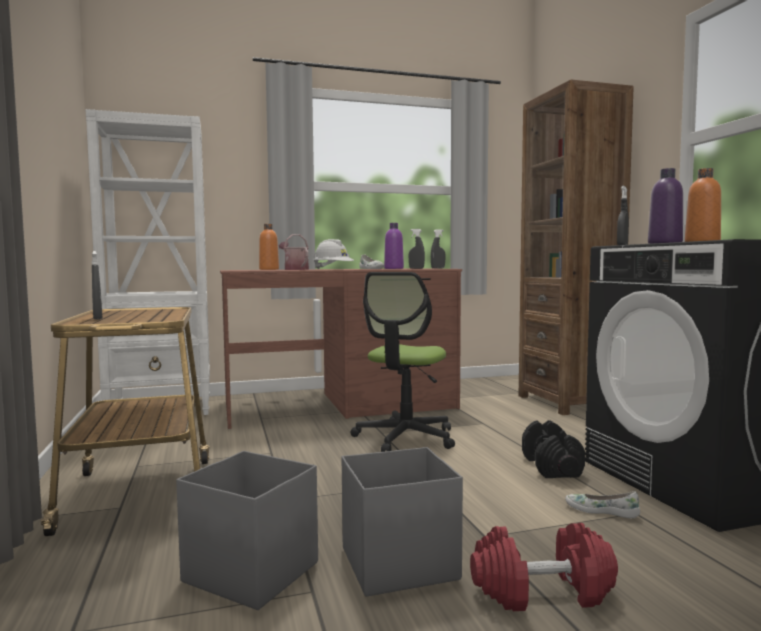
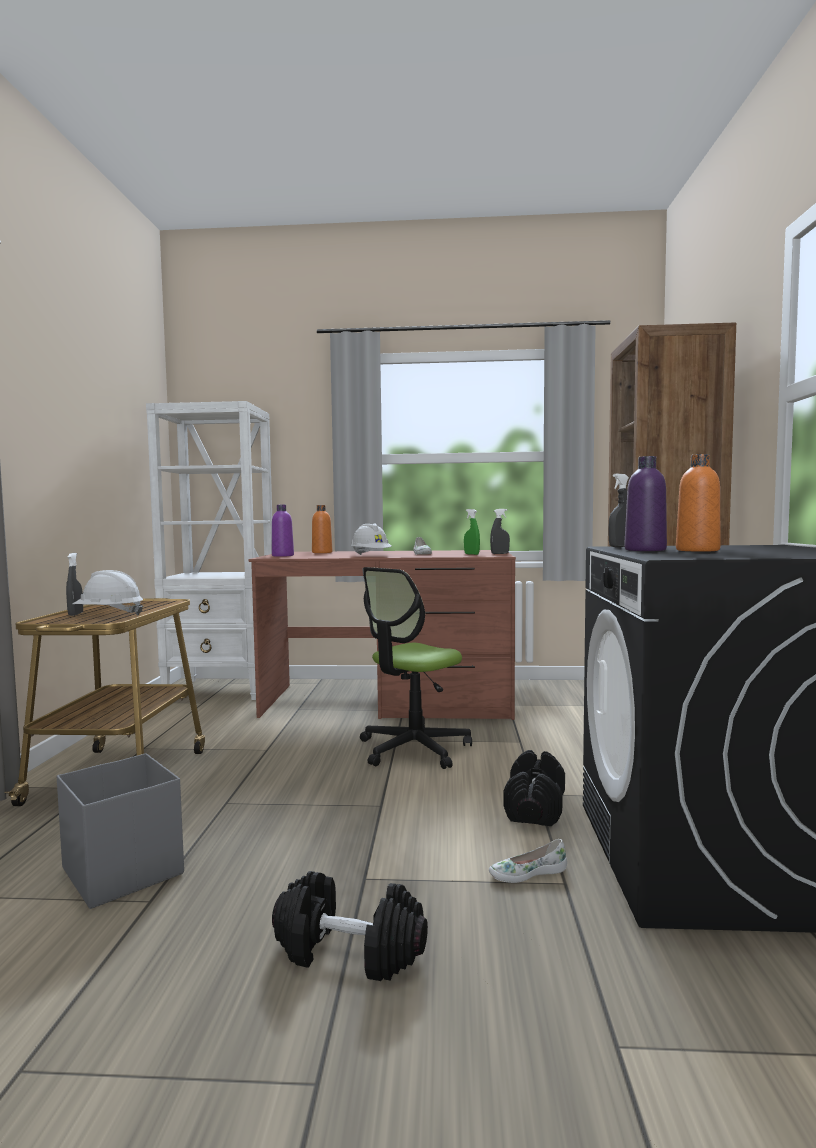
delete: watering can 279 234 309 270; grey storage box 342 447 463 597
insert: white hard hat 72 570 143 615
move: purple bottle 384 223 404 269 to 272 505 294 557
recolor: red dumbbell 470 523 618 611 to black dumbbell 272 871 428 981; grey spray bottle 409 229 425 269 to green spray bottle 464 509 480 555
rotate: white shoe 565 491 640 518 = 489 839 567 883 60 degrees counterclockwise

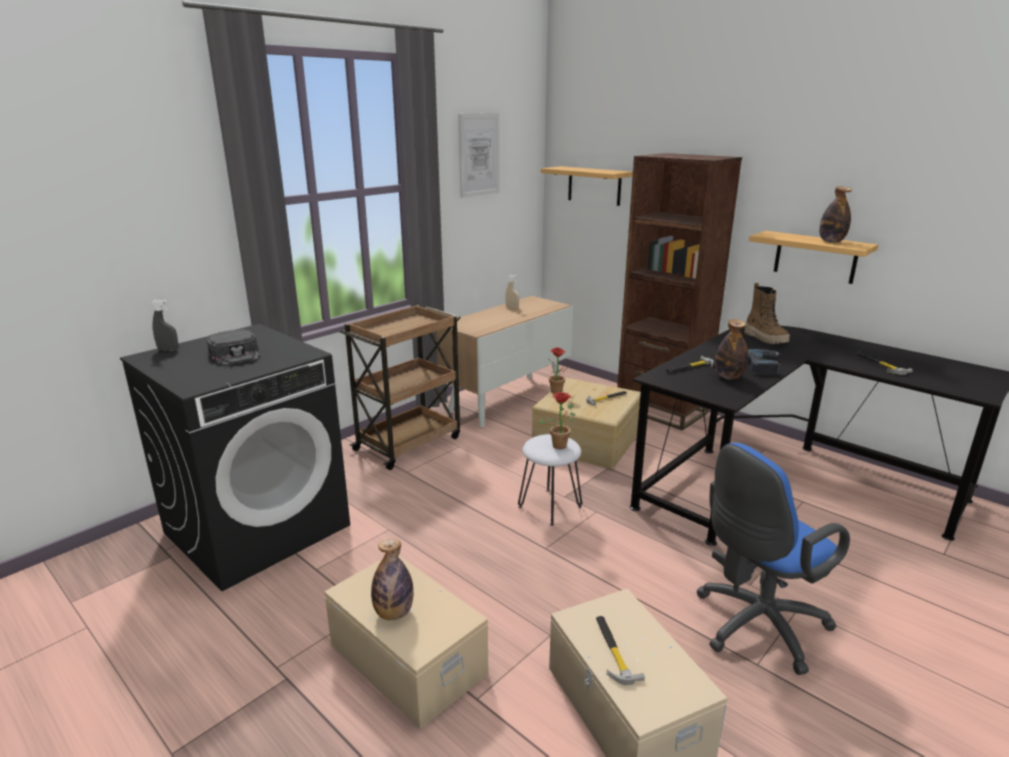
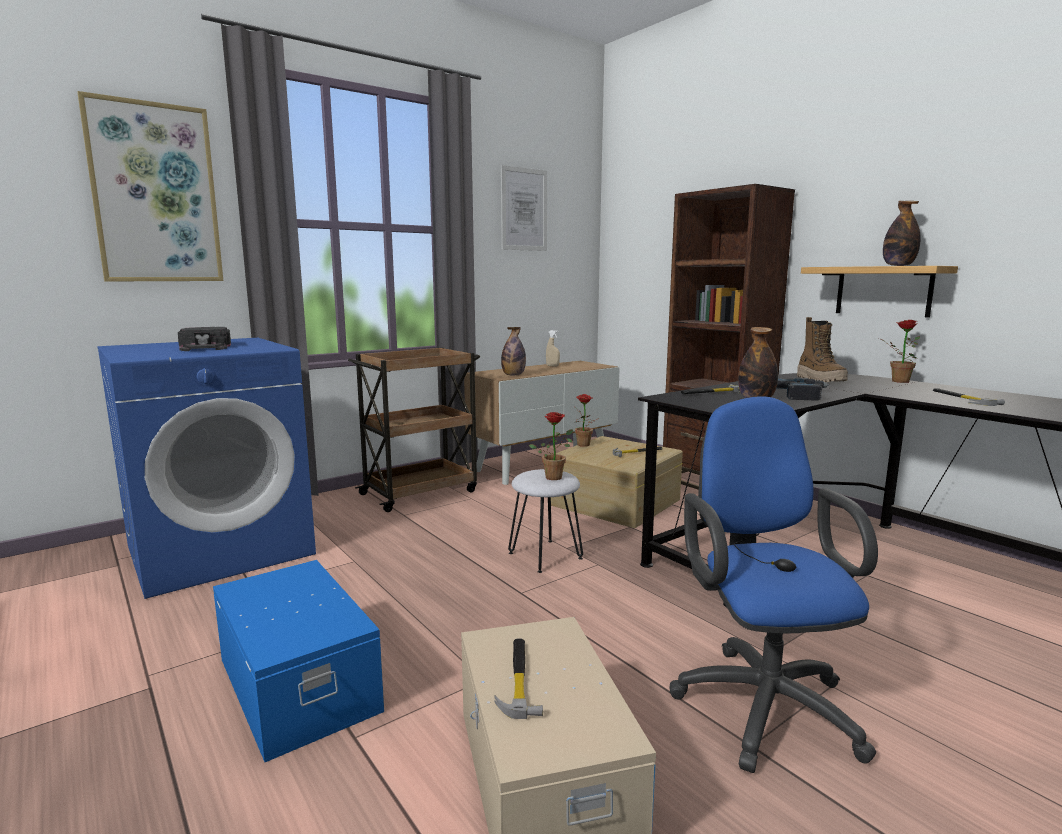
delete: grey spray bottle 151 300 178 351; shelf 541 166 633 206
insert: picture 78 91 223 282; potted plant 881 320 920 383
move: bottle 371 539 414 620 to 501 327 526 375
recolor: black washing machine 120 324 350 591 to blue washing machine 97 338 316 599; beige storage box 324 555 488 729 to blue storage box 213 560 384 762
rotate: blue office chair 696 443 850 675 = 670 396 878 773 105 degrees clockwise

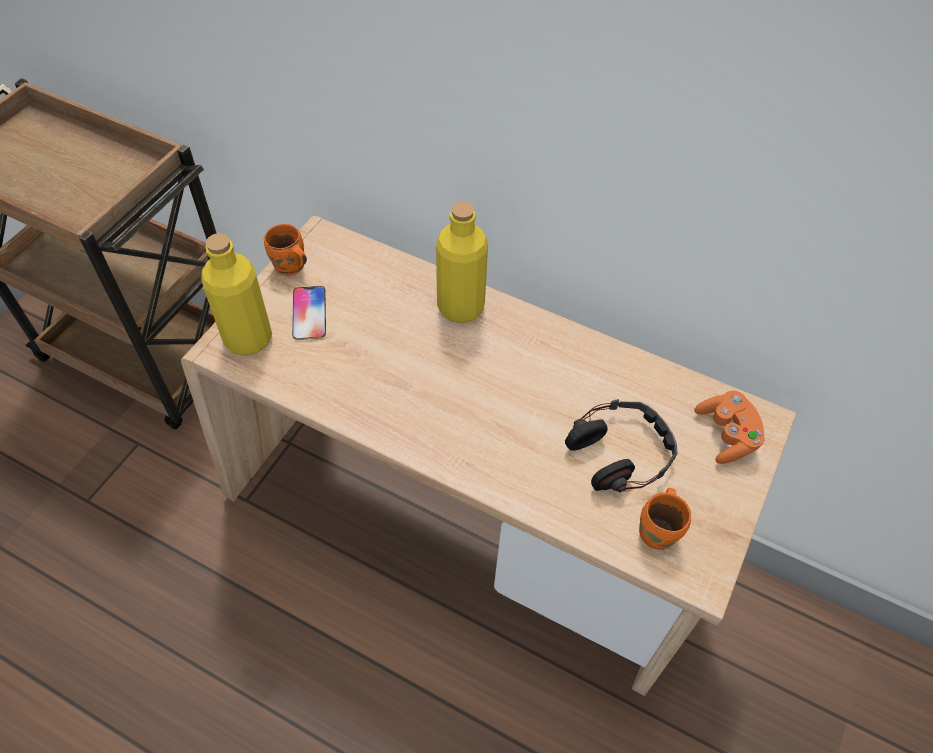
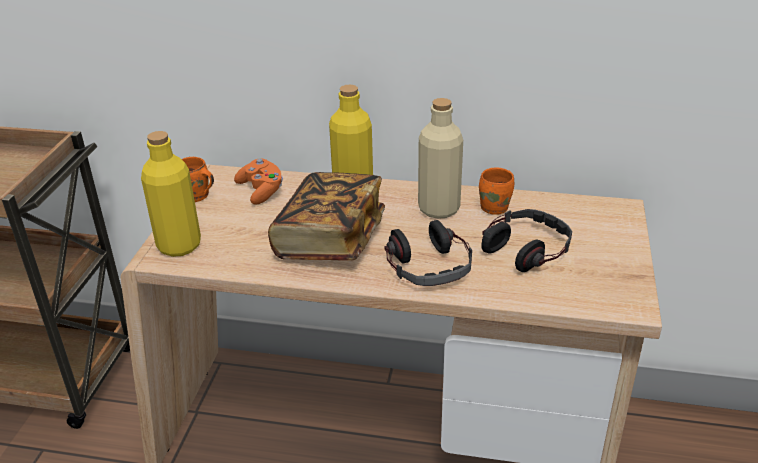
delete: phone 292 286 326 340
insert: book 268 172 385 261; headphones 385 220 472 286; beige bottle 418 98 463 219
move: orange game controller 695 390 765 464 to 234 159 283 204; orange mug 639 488 691 550 to 479 167 514 215

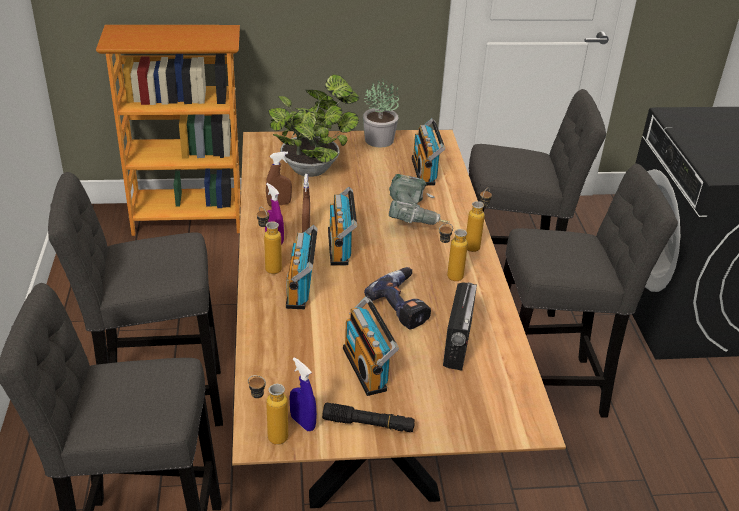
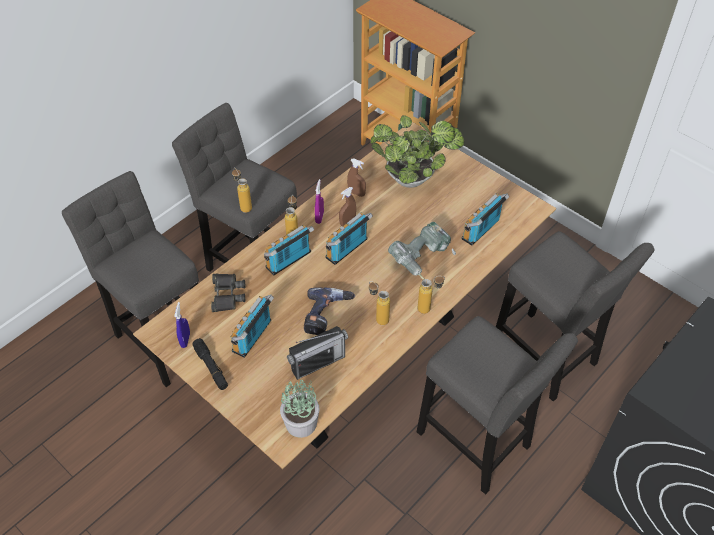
insert: black binoculars 211 273 245 312
move: bottle 248 375 288 445 to 232 168 252 213; potted plant 363 79 399 147 to 280 378 319 438

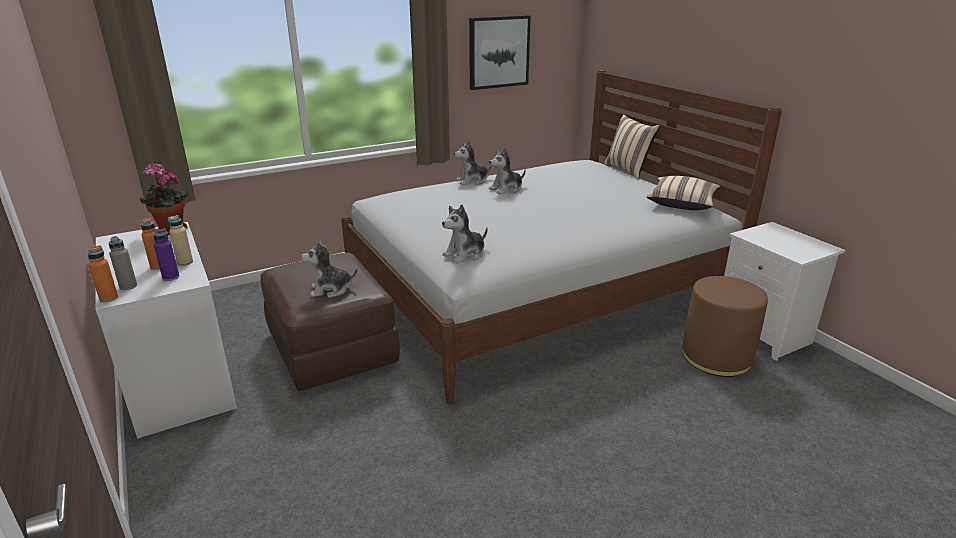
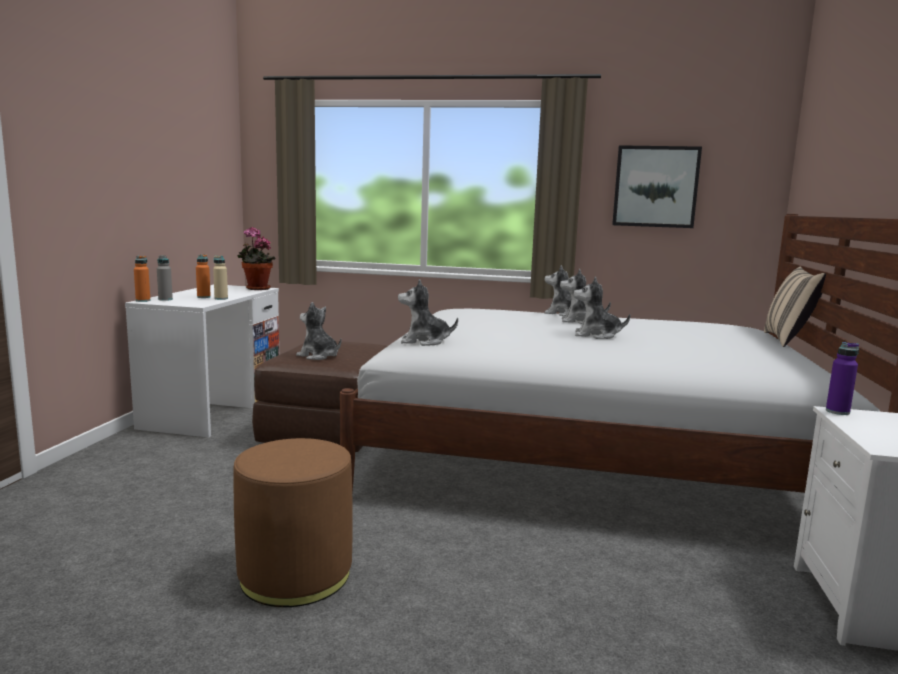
delete: beige pillow 647 176 720 210
insert: plush toy 573 277 630 339
move: brown ottoman 683 276 768 377 to 234 438 353 607; purple bottle 154 228 179 281 to 826 342 859 415

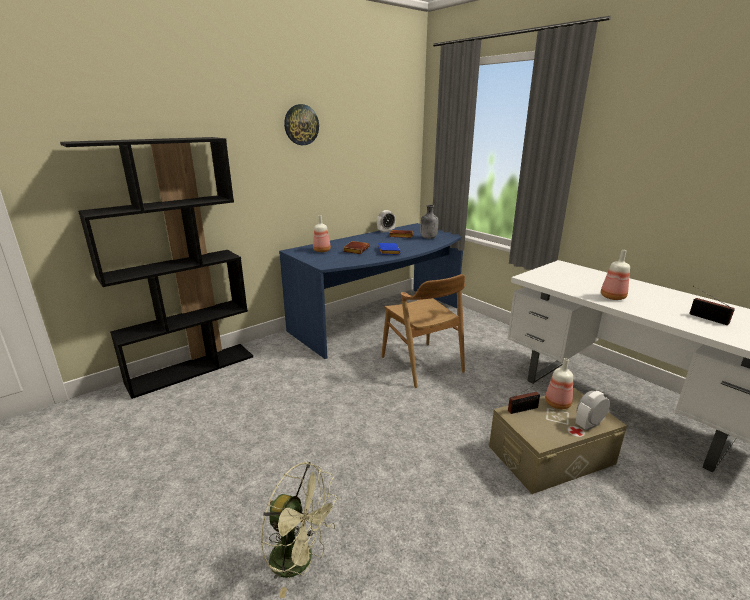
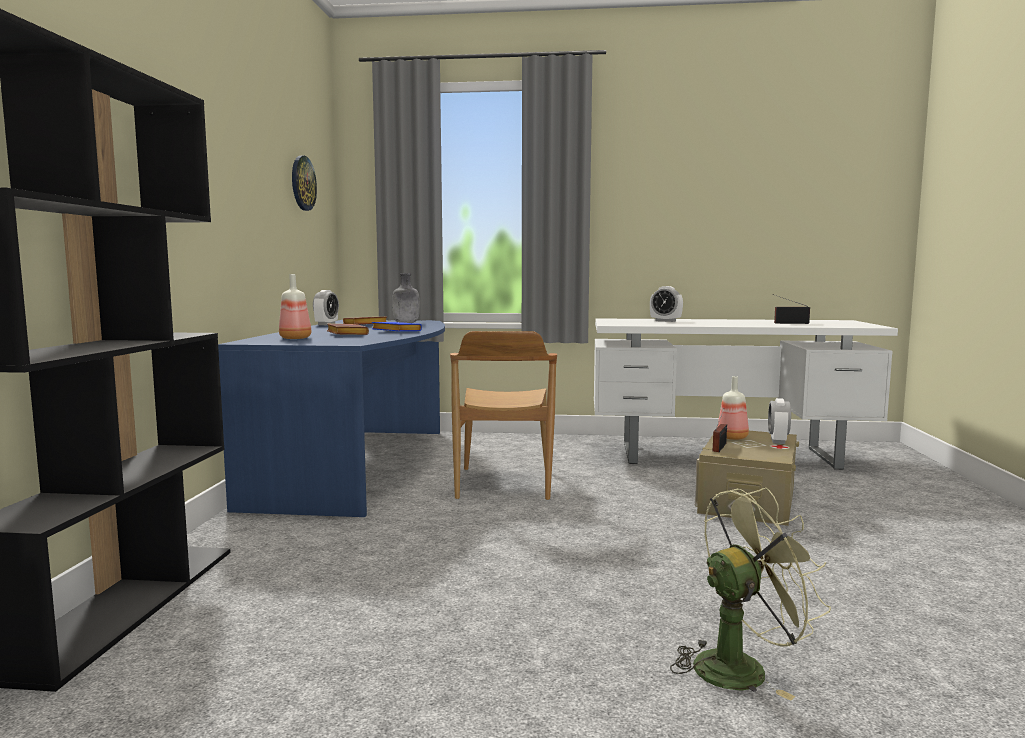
delete: bottle 601 250 630 300
insert: alarm clock 650 286 683 322
move: wall clock 284 104 319 145 to 292 156 317 211
rotate: brown chair 381 274 465 388 = 450 331 557 500 75 degrees clockwise

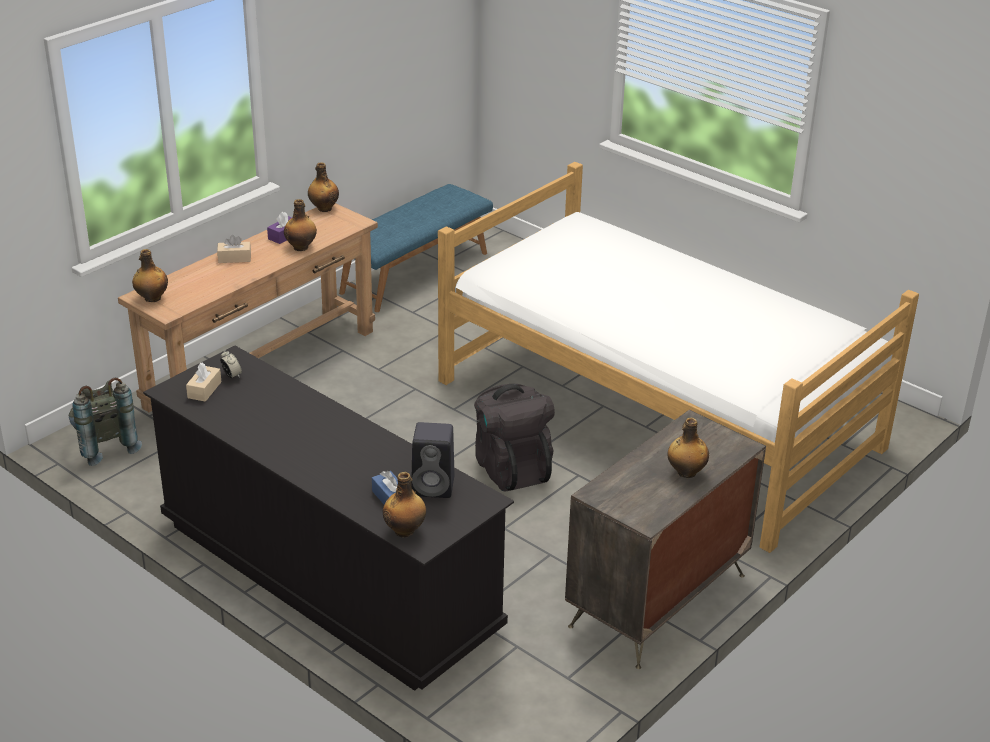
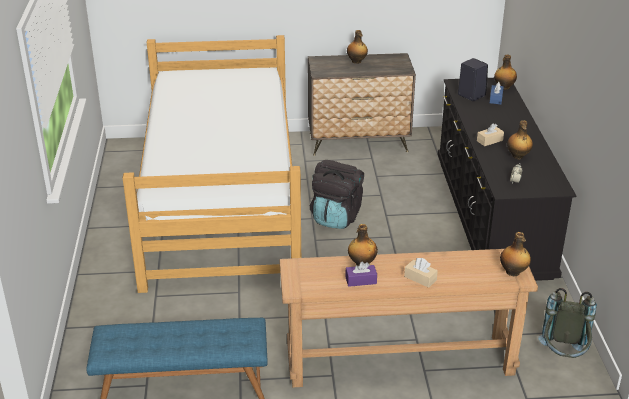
move: beige tissue box 186 362 221 402 to 477 123 504 146; bottle 308 162 339 212 to 507 120 533 159

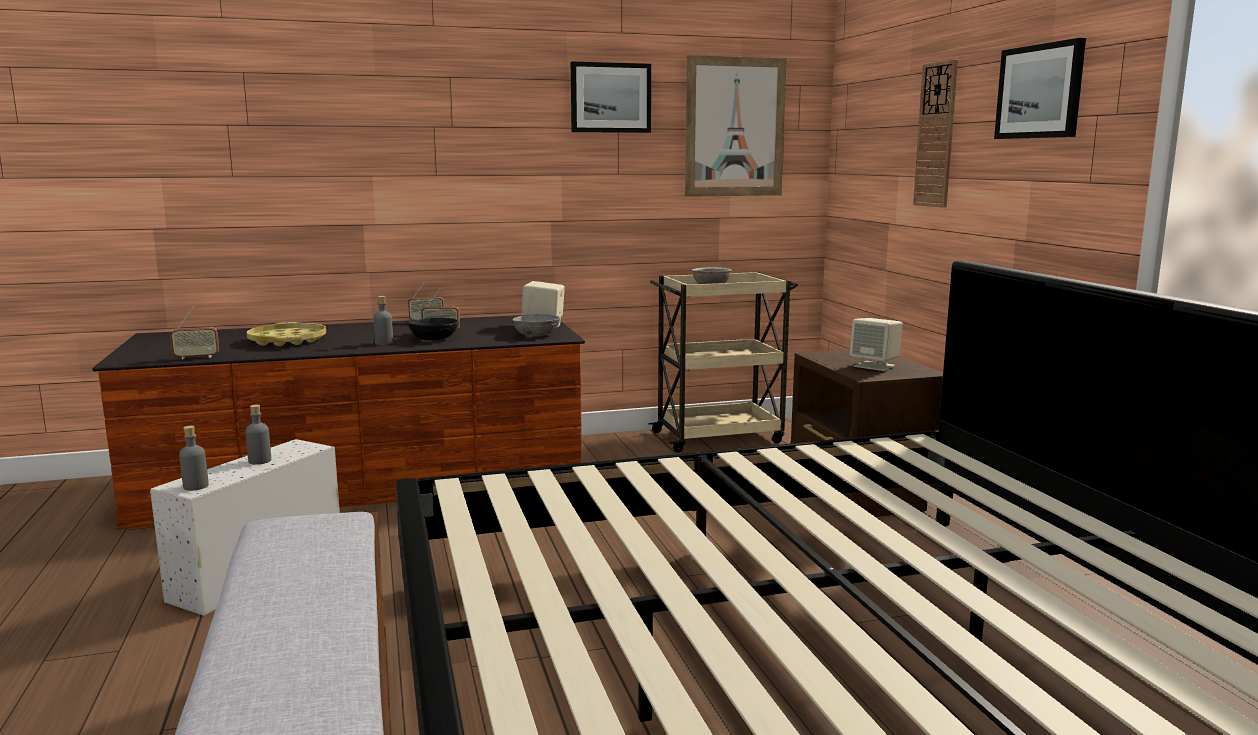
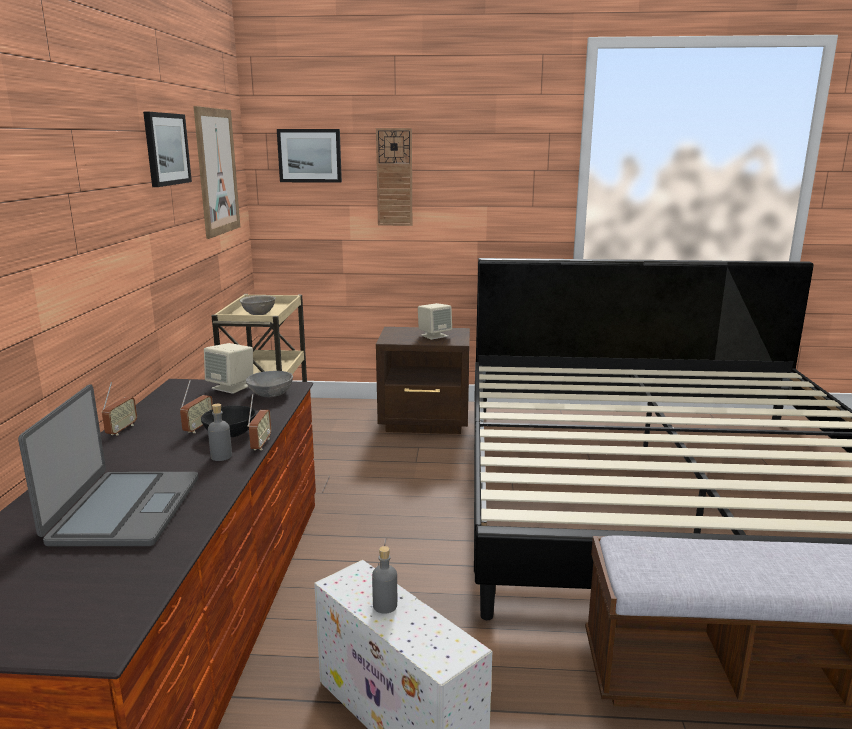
delete: grey bottle 179 426 209 491
move: radio 170 307 219 359 to 247 394 271 450; picture 994 38 1086 139 to 277 129 342 183
replace: yellow tray 247 322 326 346 to laptop 18 384 198 546

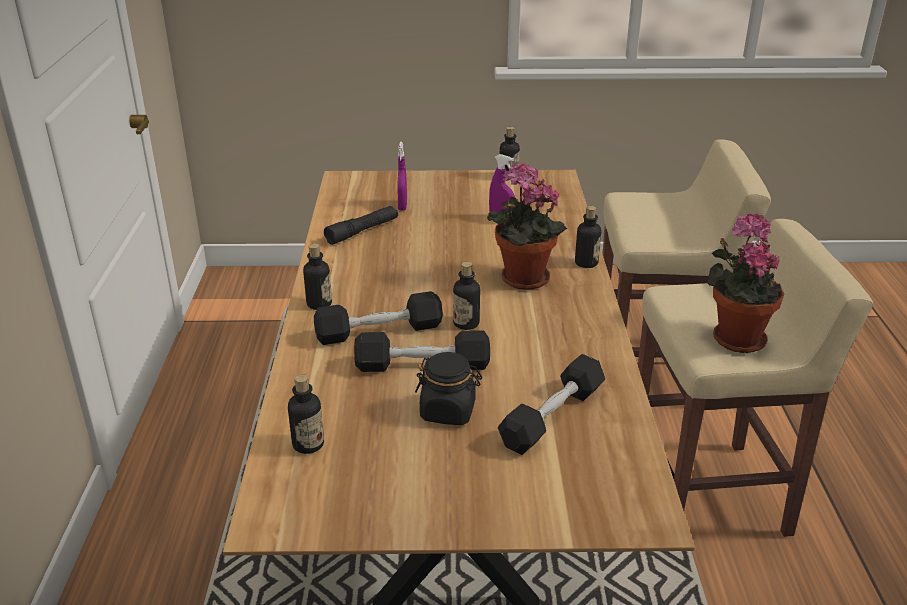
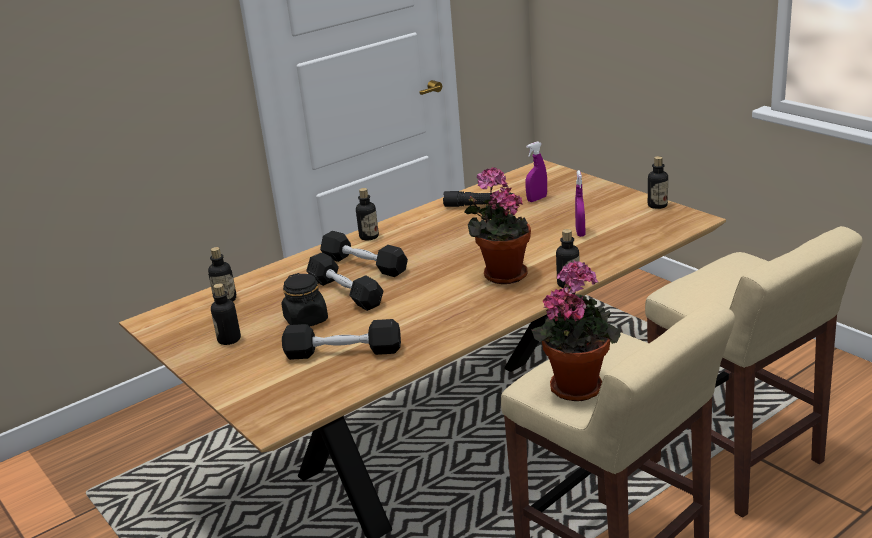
move: bottle 453 262 480 330 to 211 283 241 345

